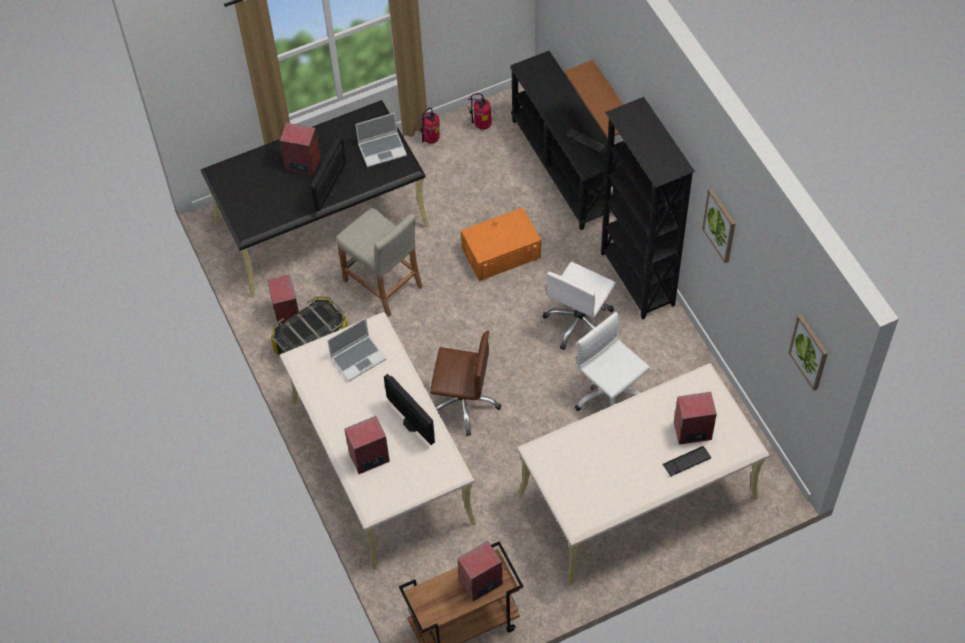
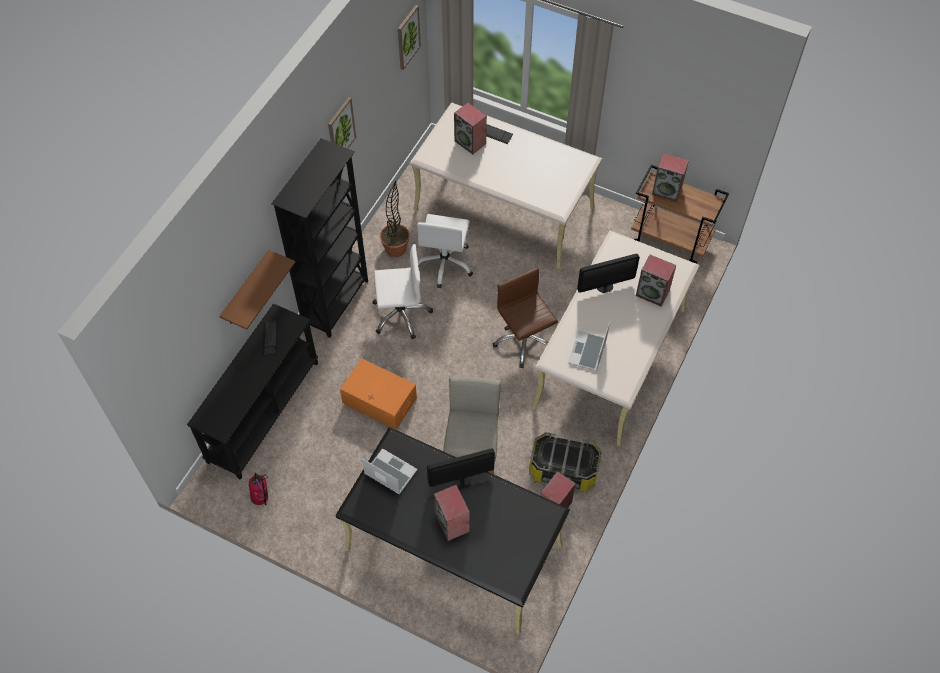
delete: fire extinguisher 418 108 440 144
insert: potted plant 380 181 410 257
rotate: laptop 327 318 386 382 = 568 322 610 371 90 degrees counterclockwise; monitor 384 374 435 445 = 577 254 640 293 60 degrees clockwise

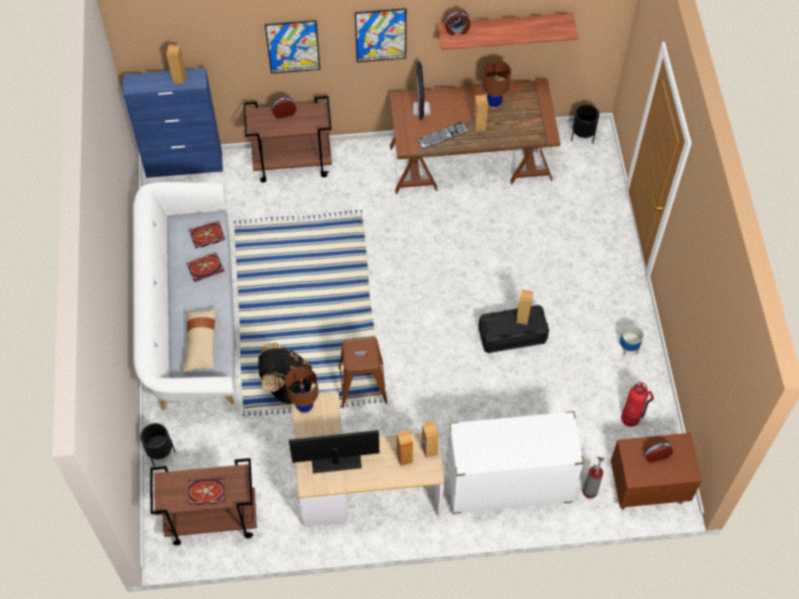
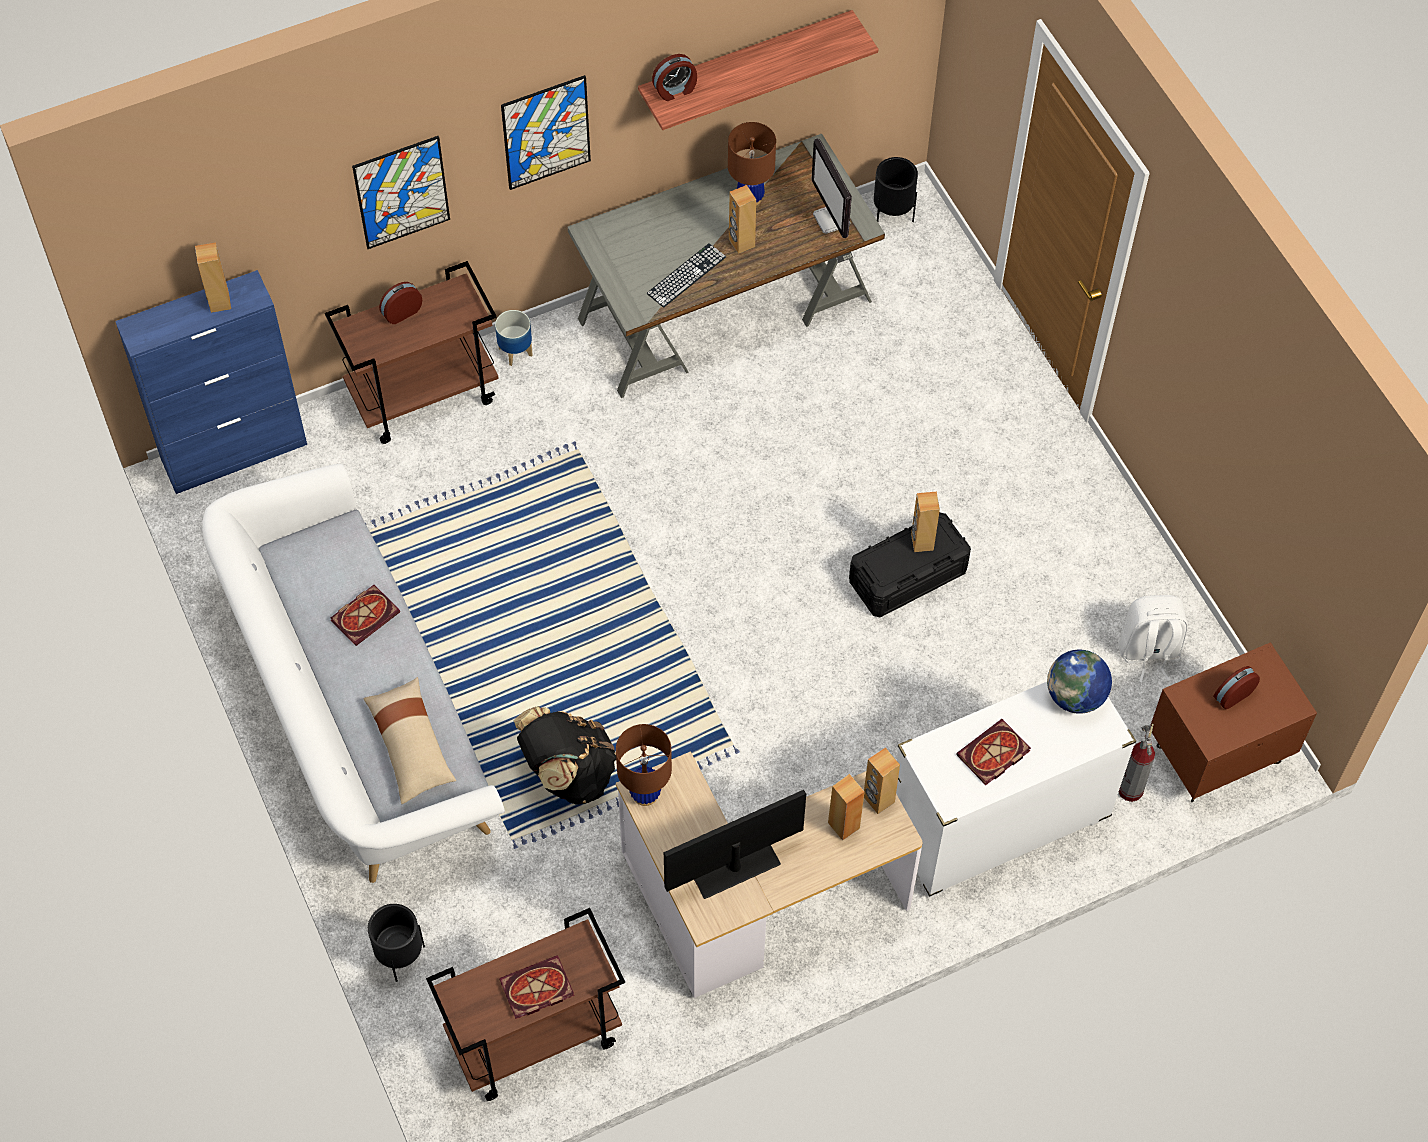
delete: brown stool 338 337 388 408
insert: globe 1047 650 1112 714
move: planter 619 325 644 356 to 495 310 533 366; monitor 413 61 430 120 to 811 138 852 238; book 189 221 225 249 to 956 719 1031 785
replace: fire extinguisher 621 382 654 427 to white backpack 1118 595 1188 682
recolor: brown desk 389 80 560 194 to grey desk 568 134 885 398

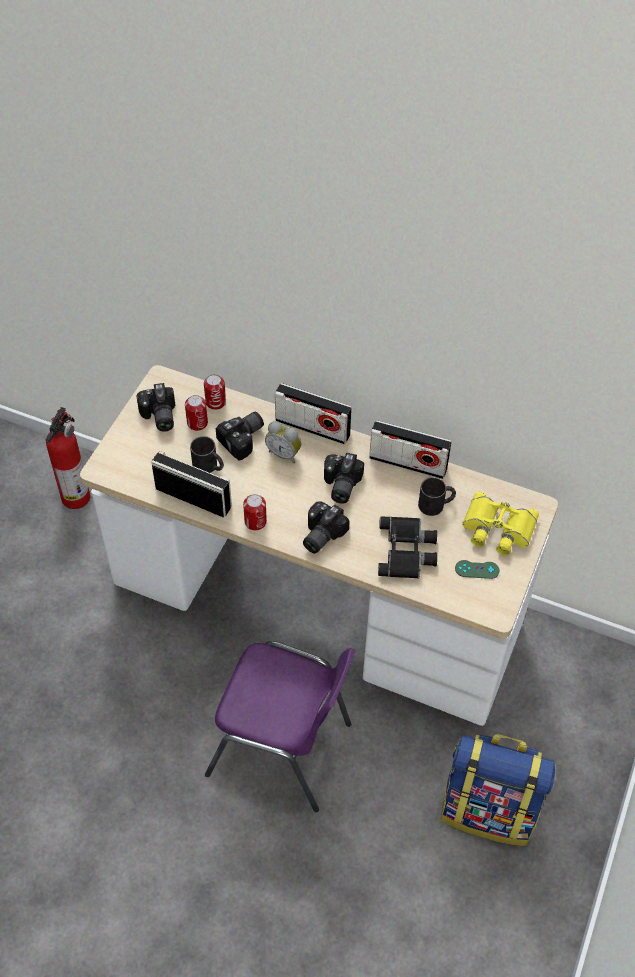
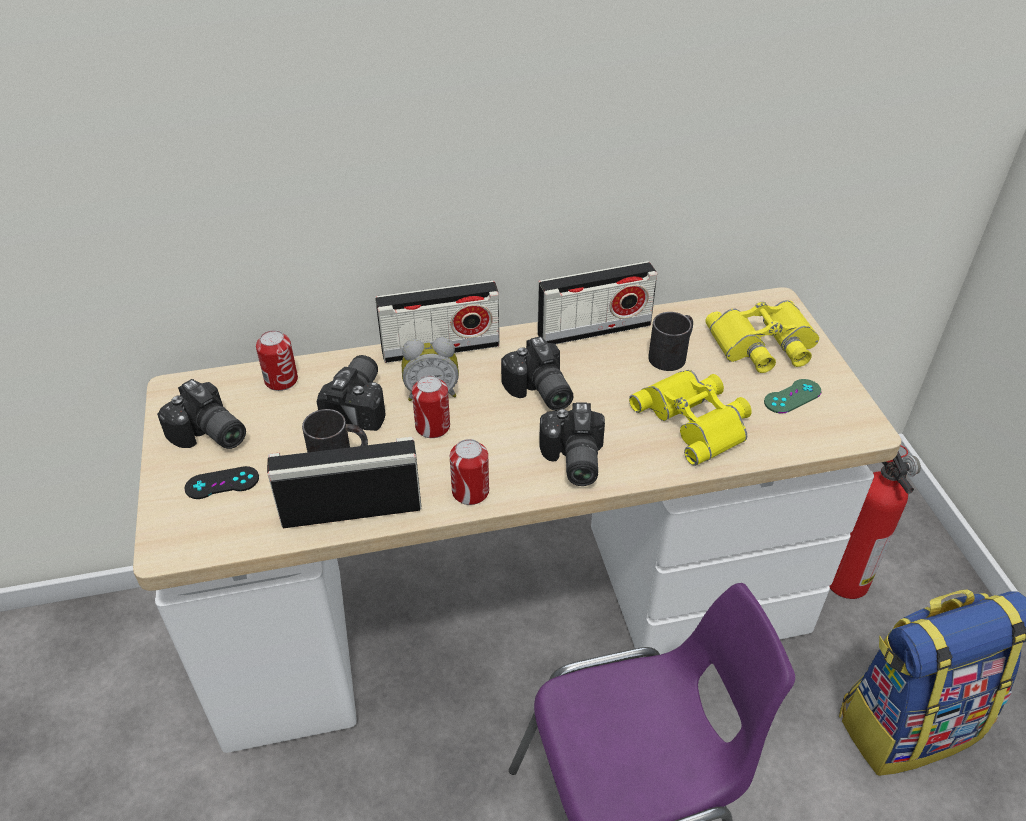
insert: black game controller 185 466 259 499
move: can 185 395 208 431 to 412 375 450 438; fire extinguisher 46 407 90 509 to 829 445 921 599
recolor: black binoculars 378 516 437 579 to yellow binoculars 629 370 752 466

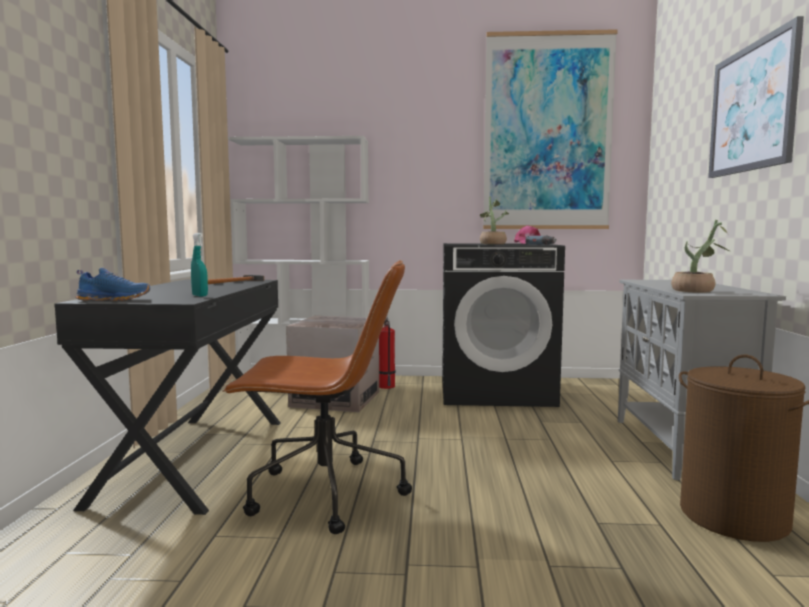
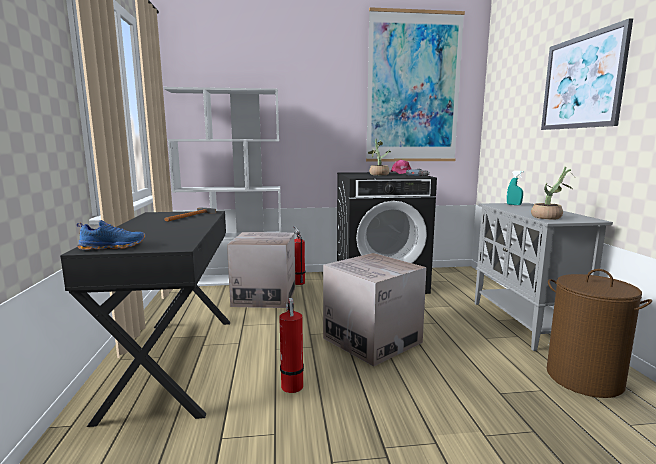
insert: cardboard box 323 253 427 367
move: turquoise spray bottle 191 233 208 297 to 507 171 523 205
replace: brown office chair 223 260 412 534 to fire extinguisher 279 298 304 393

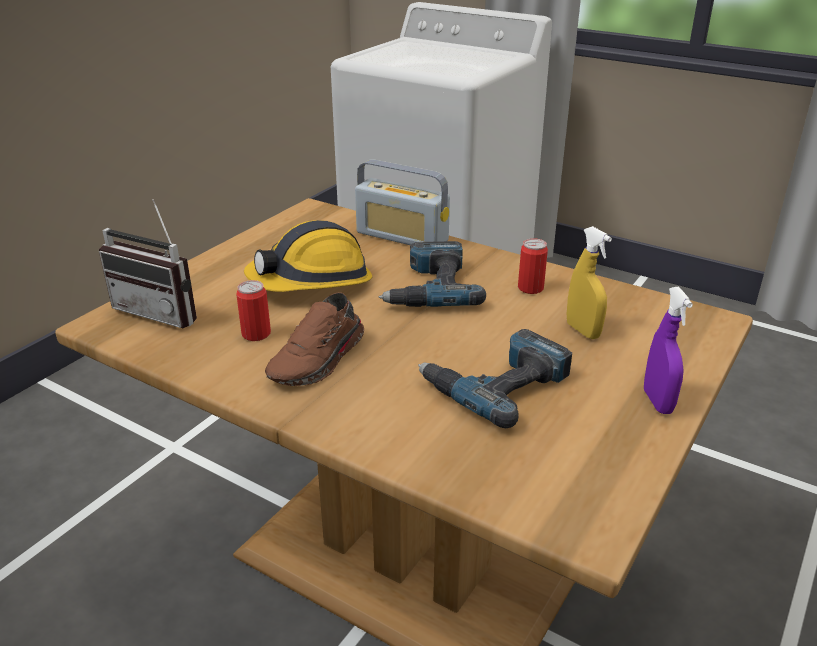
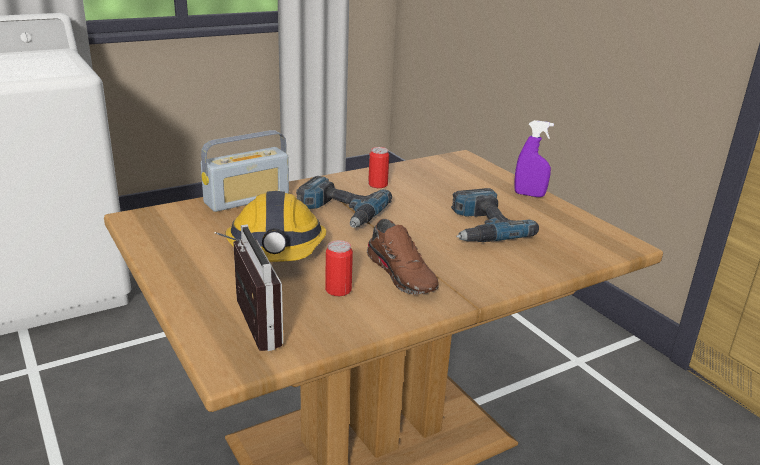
delete: yellow spray bottle 567 226 612 339
rotate: radio 99 199 197 328 = 214 224 283 351 75 degrees counterclockwise

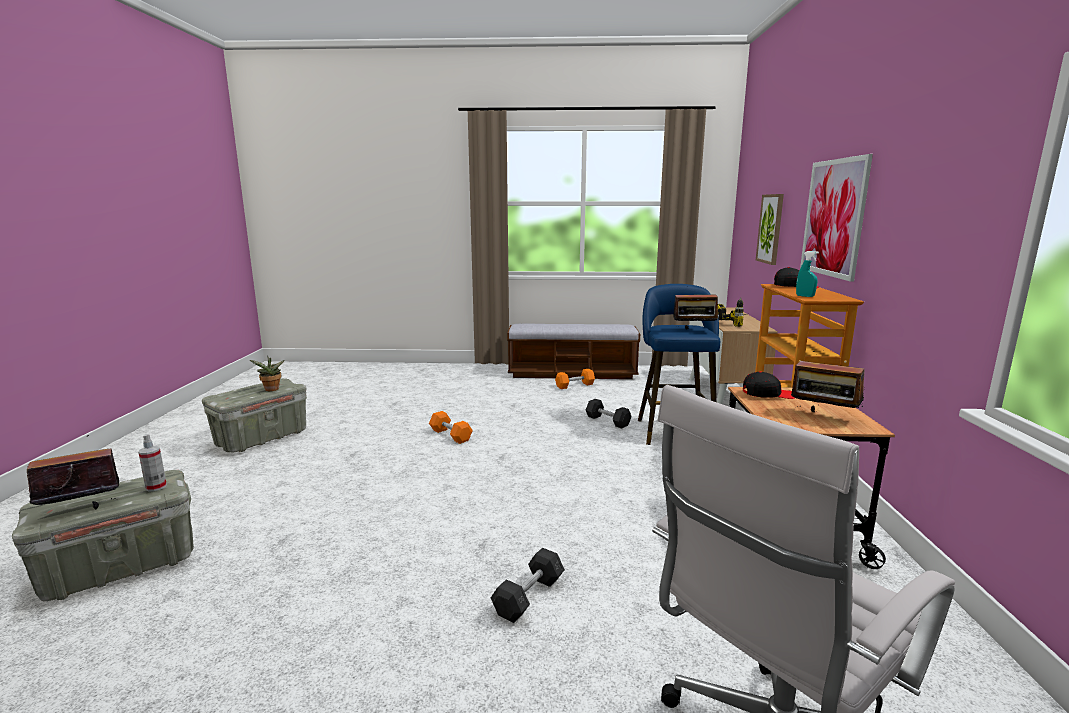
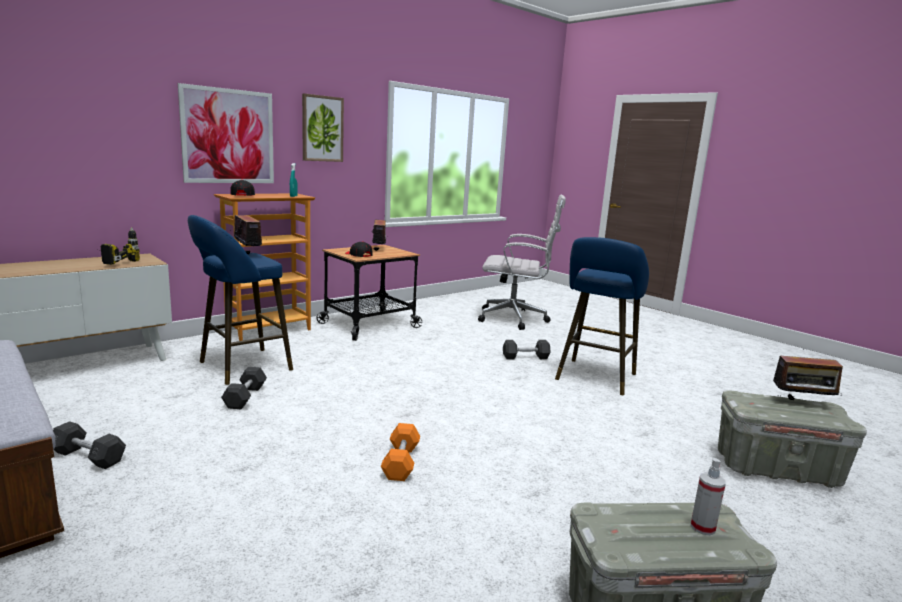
delete: potted plant 250 356 285 391
insert: blue stool 555 237 649 395
move: picture 756 194 784 265 to 302 93 344 162; spray bottle 138 434 167 492 to 691 458 726 536
recolor: orange dumbbell 555 369 595 389 to grey dumbbell 53 421 126 469

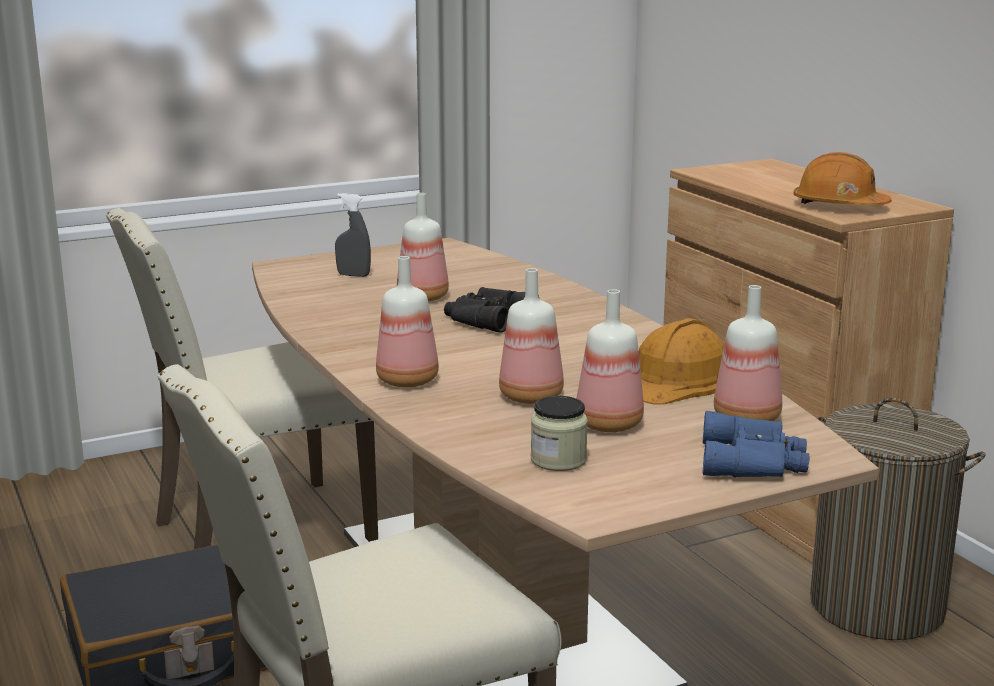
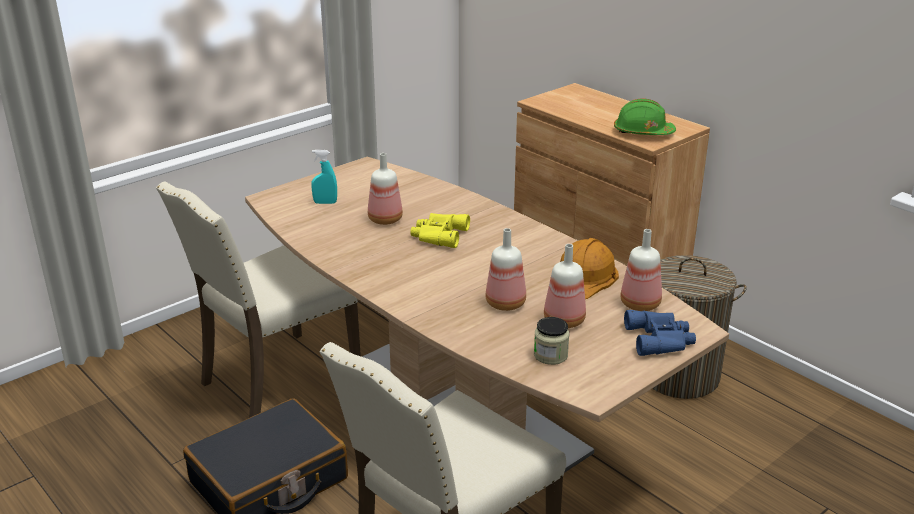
delete: bottle 376 256 439 387
recolor: grey spray bottle 335 193 371 277 to turquoise spray bottle 311 150 337 204; black binoculars 444 287 540 333 to yellow binoculars 410 213 470 248; orange hard hat 793 152 892 205 to green hard hat 614 98 676 135

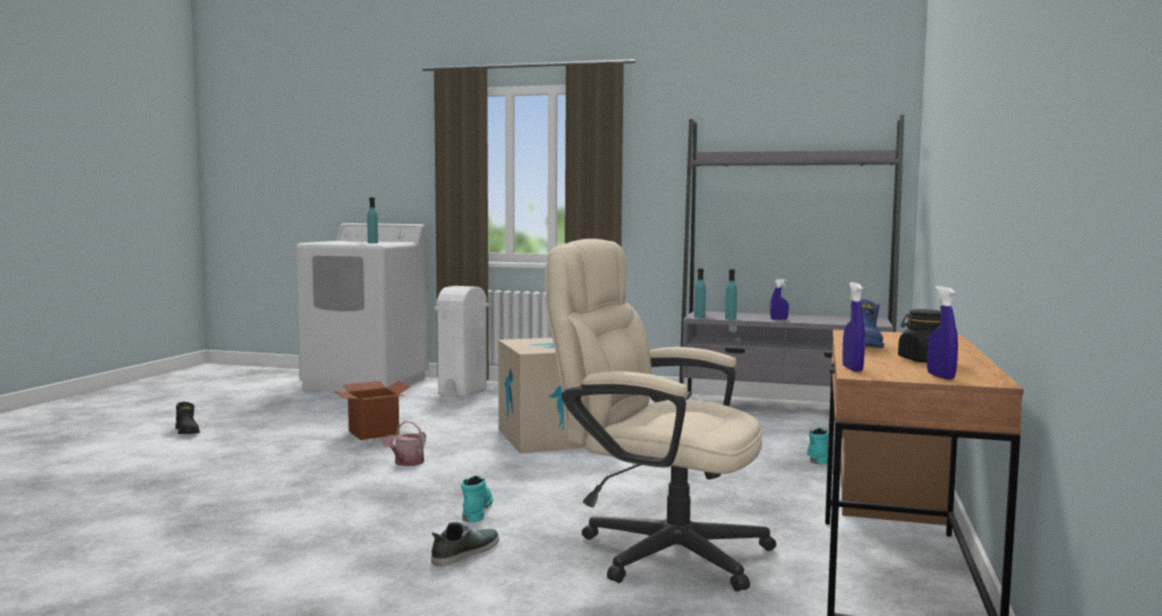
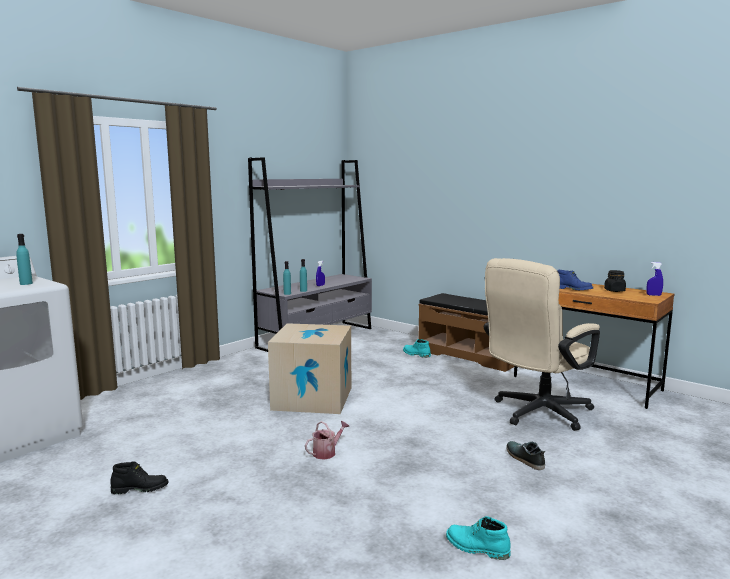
delete: cardboard box 335 381 411 440; white trash can 435 286 489 397; blue spray bottle 842 282 865 372
move: black boot 175 402 200 434 to 110 461 169 494; turquoise boot 461 475 493 522 to 446 516 511 560
rotate: watering can 382 421 426 466 = 305 421 350 460 90 degrees counterclockwise

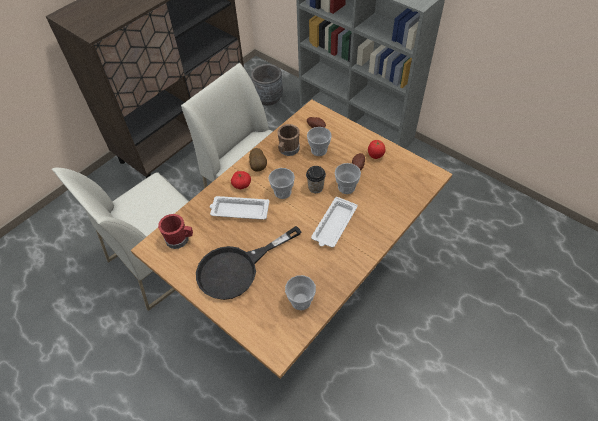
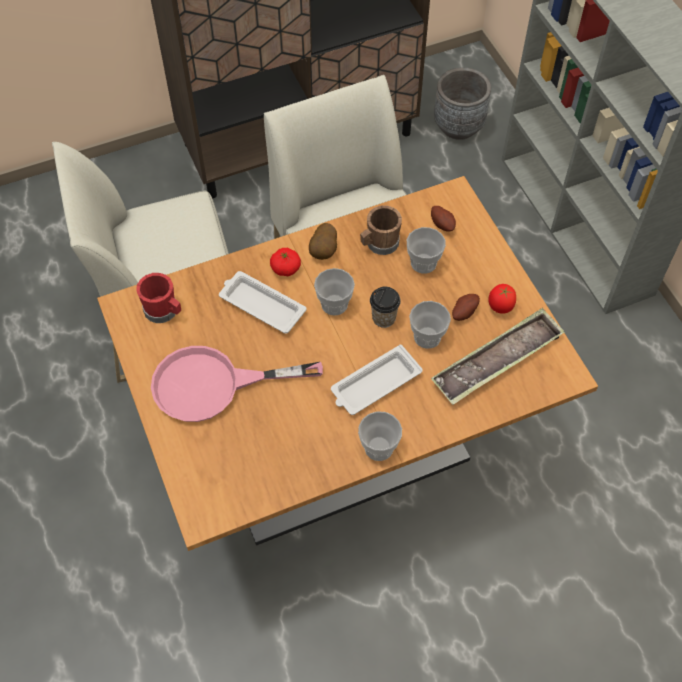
insert: tray 431 308 565 405
move: cup 285 275 316 310 to 358 411 402 461
recolor: black frying pan 196 226 301 300 to pink frying pan 151 346 323 422

